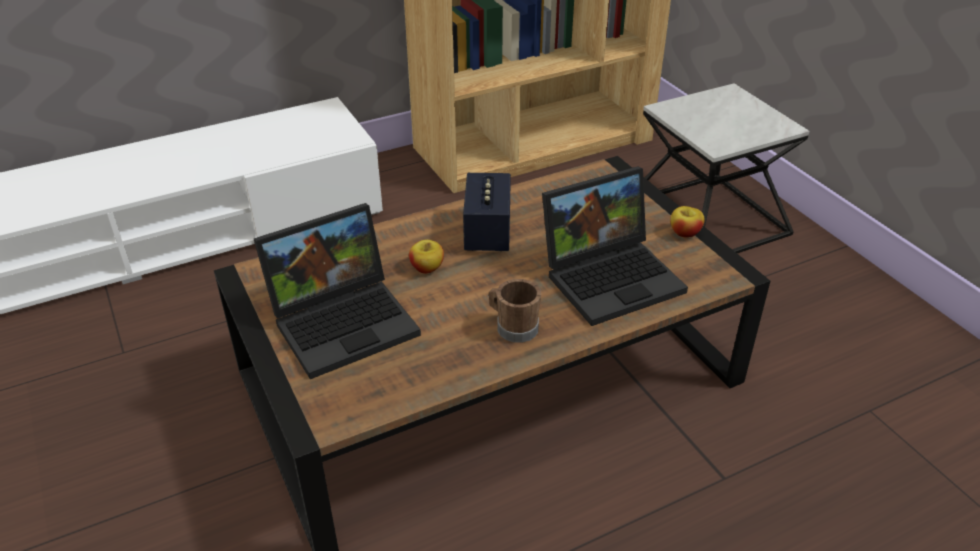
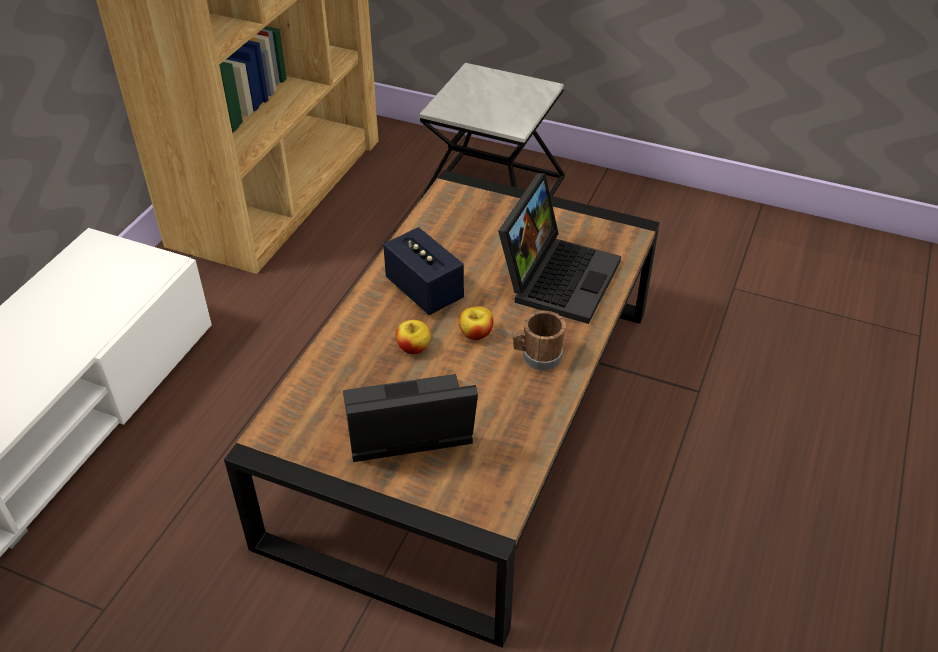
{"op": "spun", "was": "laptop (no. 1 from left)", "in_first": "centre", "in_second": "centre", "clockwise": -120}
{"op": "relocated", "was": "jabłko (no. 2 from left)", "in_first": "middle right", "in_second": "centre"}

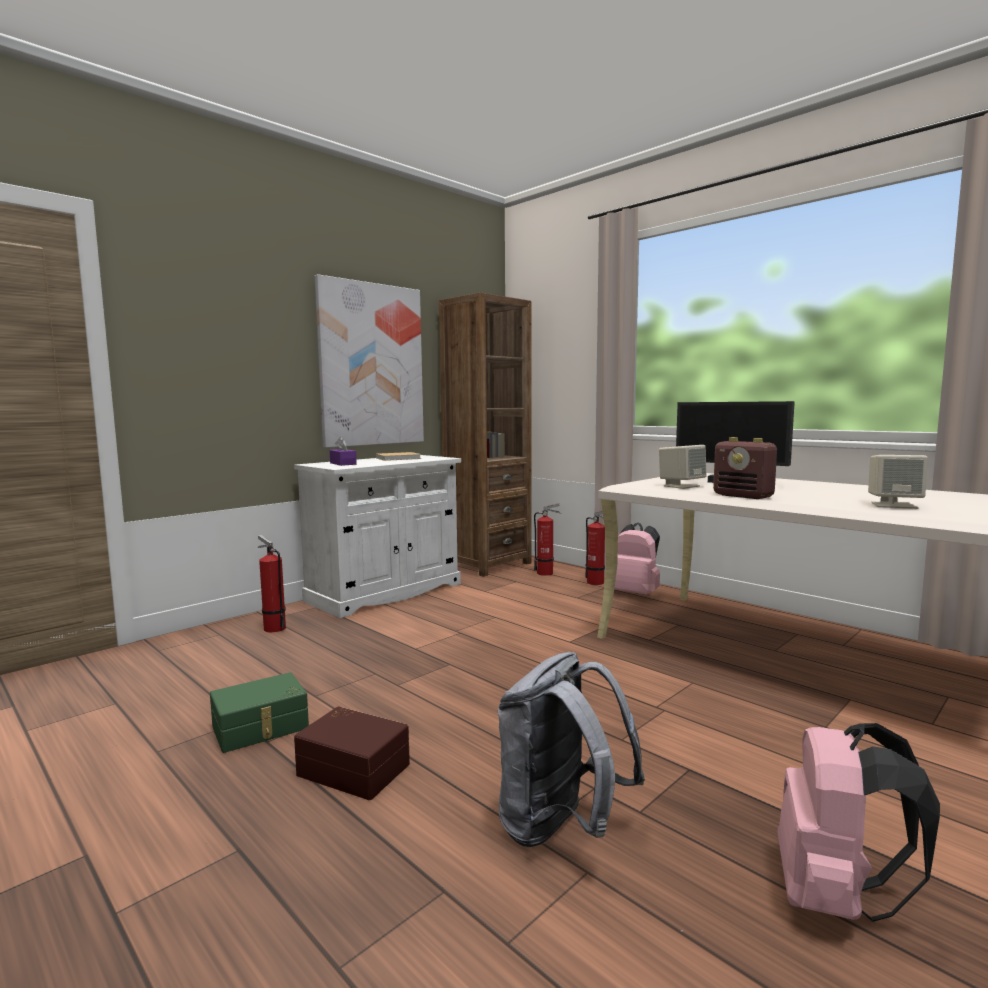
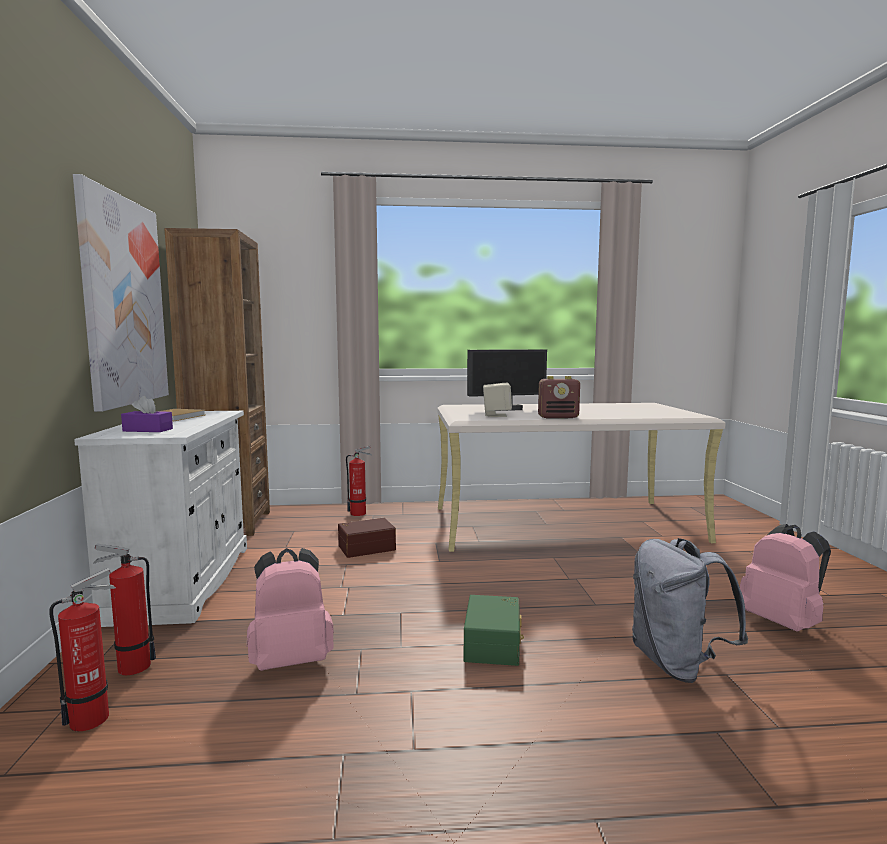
{"op": "relocated", "was": "pojemnik do przechowywania/zielony", "in_first": "bottom left", "in_second": "bottom centre"}
{"op": "relocated", "was": "pojemnik do przechowywania/brązowy", "in_first": "bottom centre", "in_second": "centre"}
{"op": "relocated", "was": "gaśnica (no. 2 from left in the first image)", "now": "gaśnica (no. 1 from left)", "in_first": "centre", "in_second": "bottom left"}
{"op": "relocated", "was": "plecak/różowy (no. 1 from left)", "in_first": "centre", "in_second": "bottom left"}
{"op": "missing", "was": "głośnik/beżowy (no. 2 from left)", "in_first": "middle right"}

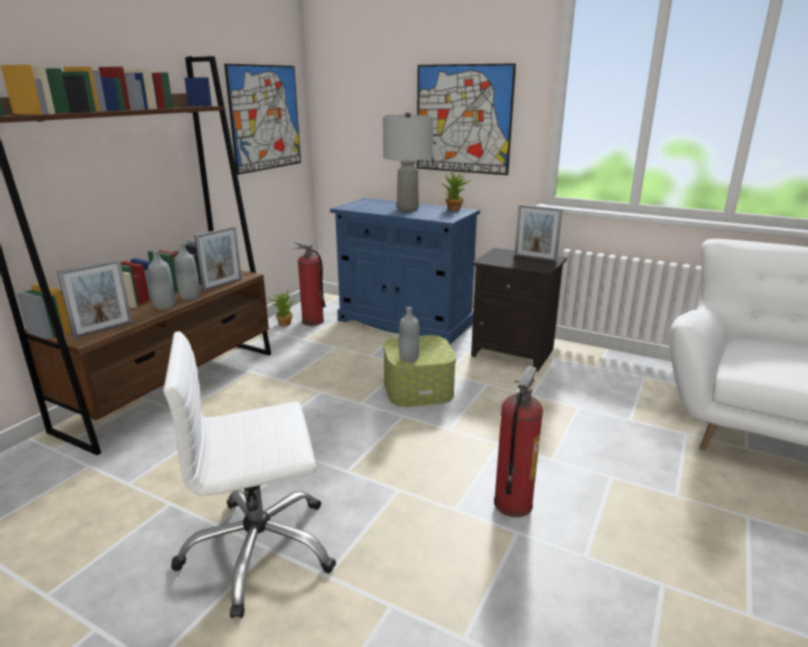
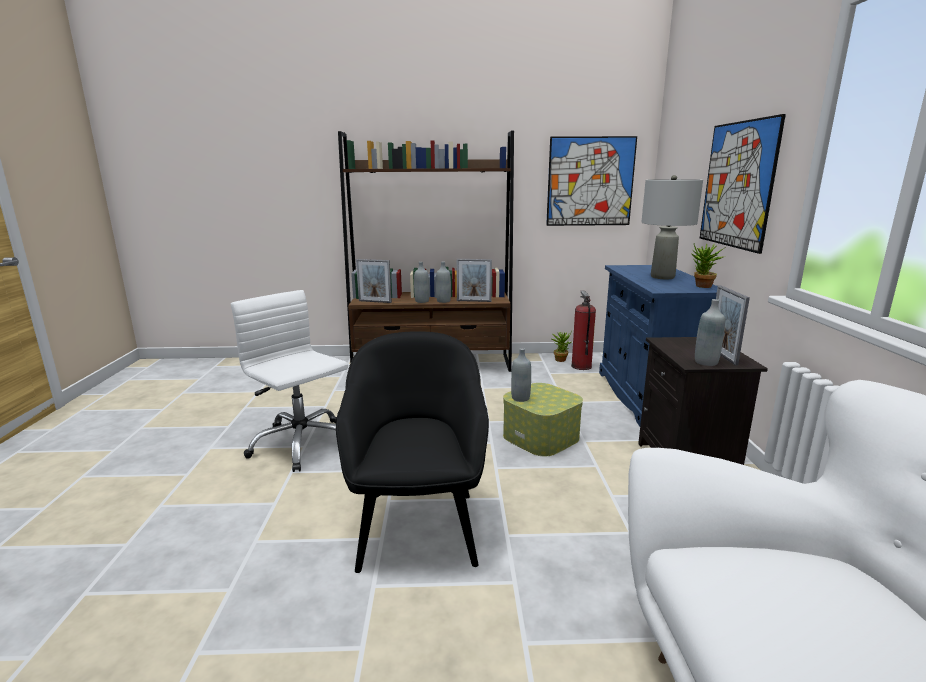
{"op": "exchanged", "was": "gaśnica (no. 2 from left)", "now": "fotel/czarny", "in_first": "bottom centre", "in_second": "centre"}
{"op": "appeared", "now": "butelka/szary (no. 4 from left)", "in_second": "middle right"}

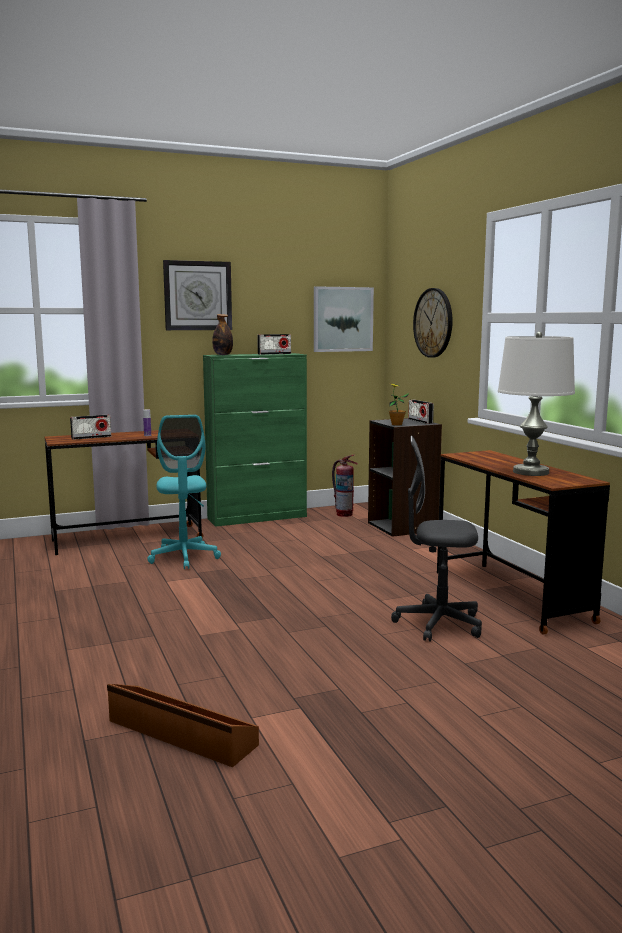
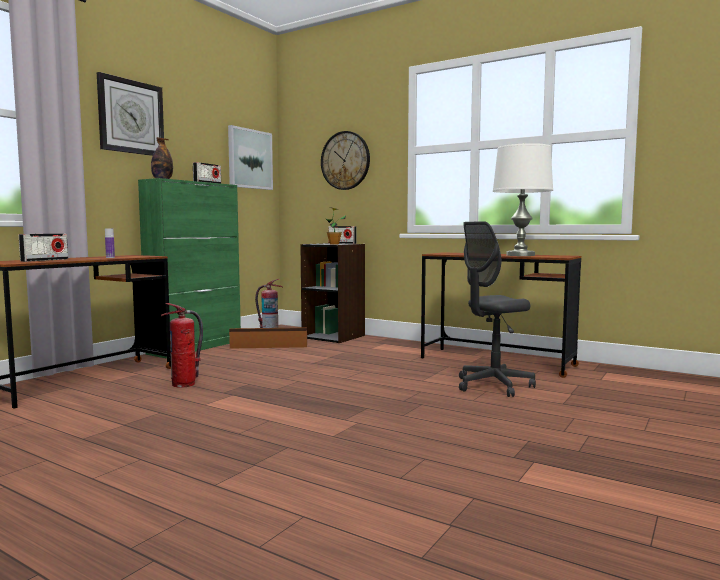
{"op": "relocated", "was": "pojemnik do przechowywania/brązowy", "in_first": "bottom left", "in_second": "centre"}
{"op": "exchanged", "was": "krzesło biurowe/turkusowy", "now": "gaśnica (no. 1 from left)", "in_first": "middle left", "in_second": "middle left"}

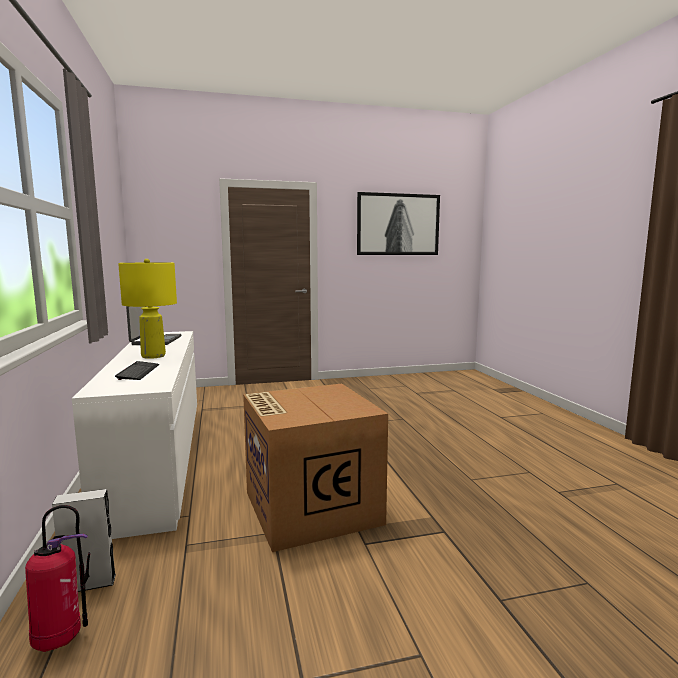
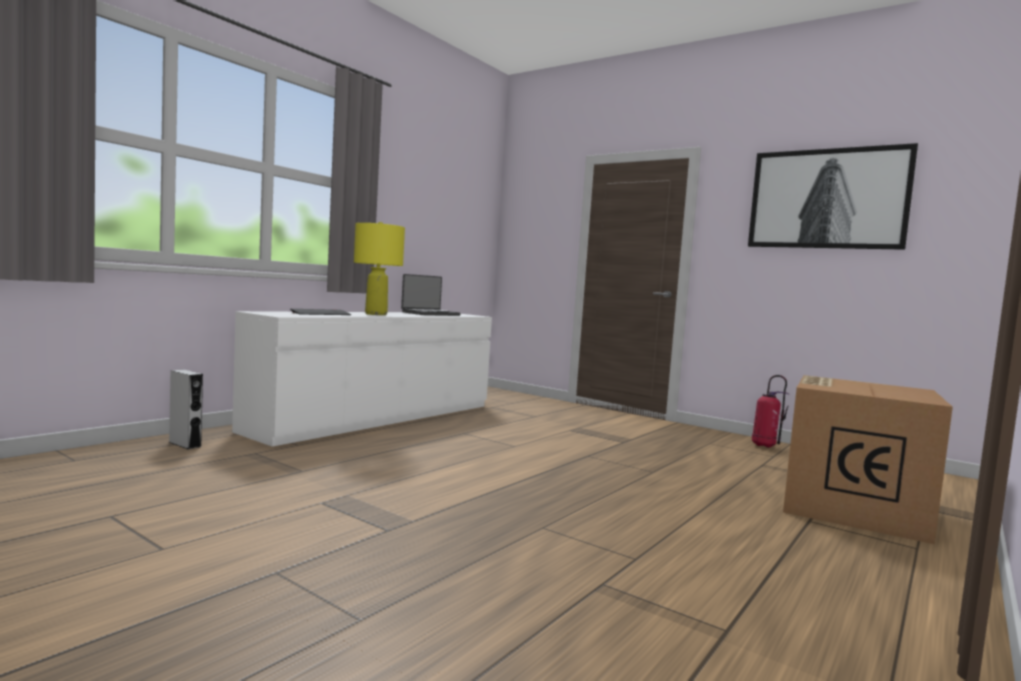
{"op": "relocated", "was": "gaśnica", "in_first": "bottom left", "in_second": "middle right"}
{"op": "relocated", "was": "karton", "in_first": "bottom centre", "in_second": "bottom right"}

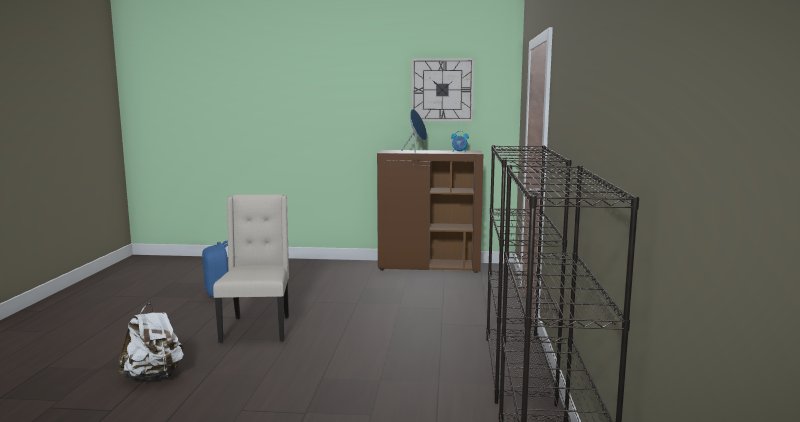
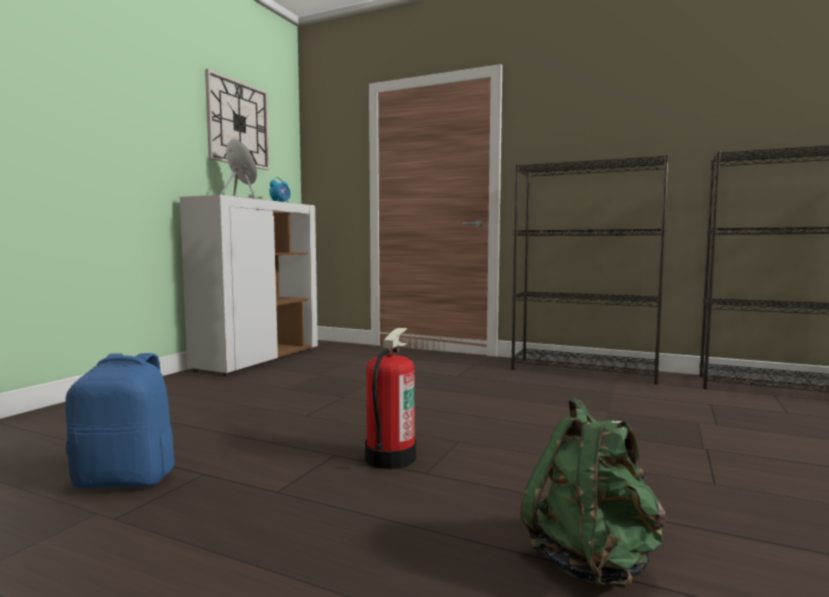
{"op": "colour", "was": "plecak/biały", "now": "plecak/zielony", "in_first": "bottom left", "in_second": "bottom right"}
{"op": "exchanged", "was": "krzesło/beżowy", "now": "gaśnica", "in_first": "middle left", "in_second": "bottom centre"}
{"op": "colour", "was": "szafka/brązowy", "now": "szafka/biały", "in_first": "centre", "in_second": "middle left"}

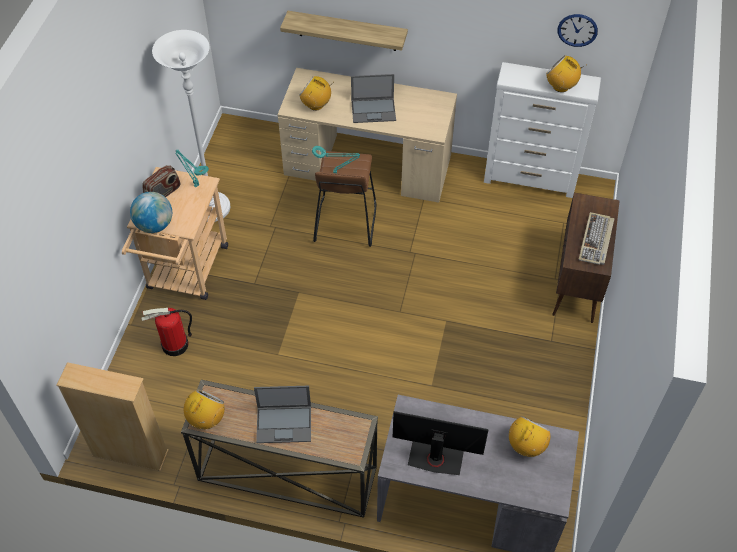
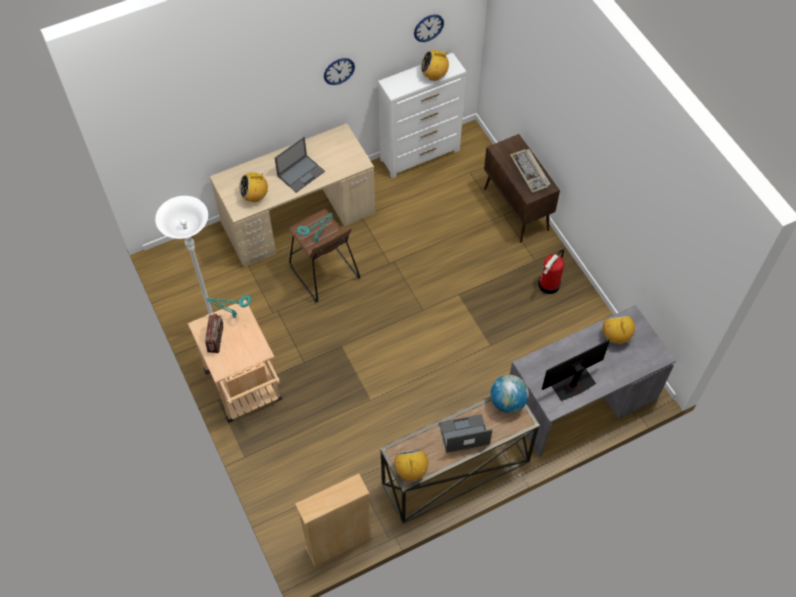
{"op": "relocated", "was": "globus", "in_first": "middle left", "in_second": "centre"}
{"op": "relocated", "was": "gaśnica", "in_first": "middle left", "in_second": "middle right"}
{"op": "spun", "was": "laptop (no. 1 from left in the first image)", "in_first": "bottom centre", "in_second": "bottom centre", "clockwise": -150}
{"op": "missing", "was": "półka", "in_first": "top centre"}
{"op": "appeared", "now": "zegar ścienny (no. 1 from left)", "in_second": "top centre"}

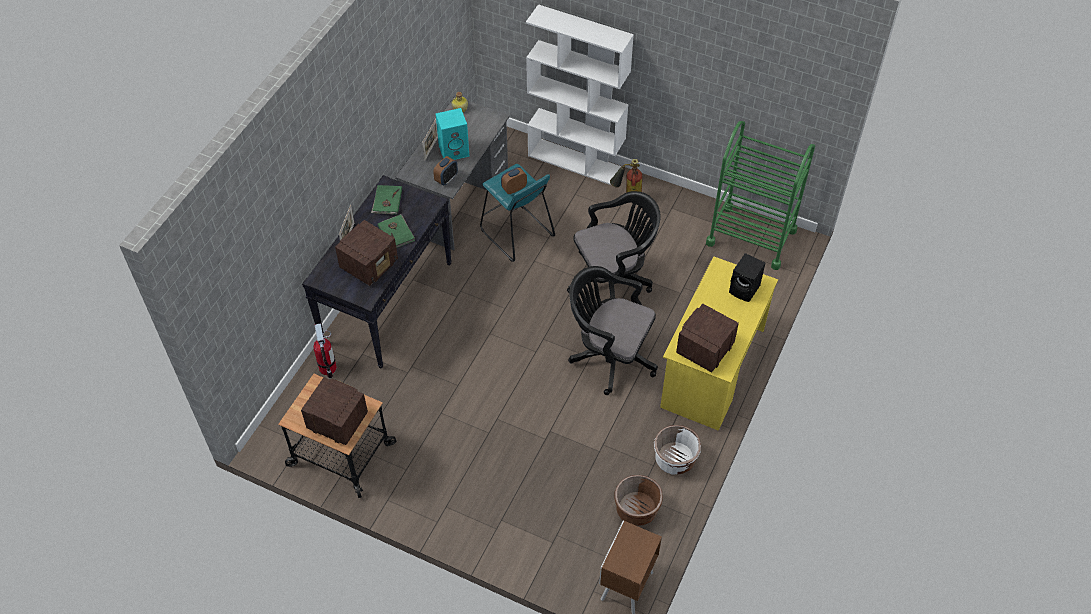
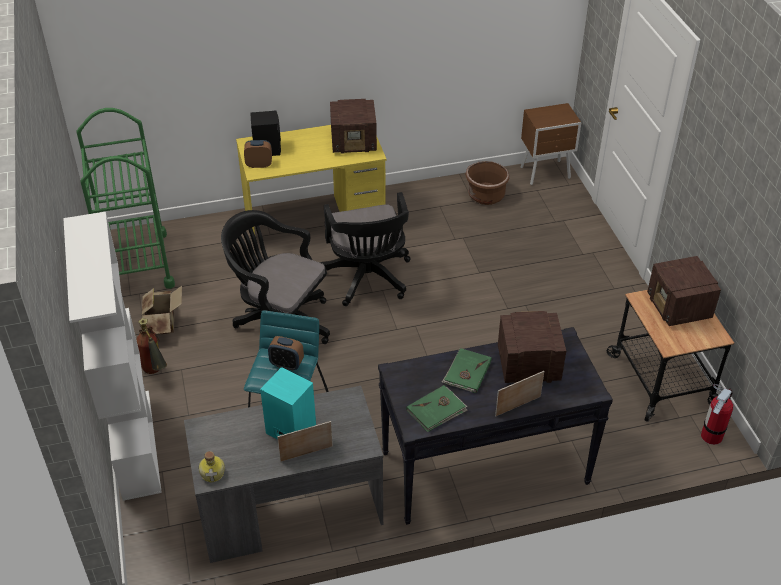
{"op": "relocated", "was": "gaśnica (no. 1 from left in the first image)", "now": "gaśnica (no. 2 from left)", "in_first": "middle left", "in_second": "bottom right"}
{"op": "relocated", "was": "budzik (no. 1 from left)", "in_first": "top centre", "in_second": "top left"}
{"op": "missing", "was": "donica/biały", "in_first": "bottom centre"}
{"op": "appeared", "now": "karton", "in_second": "middle left"}

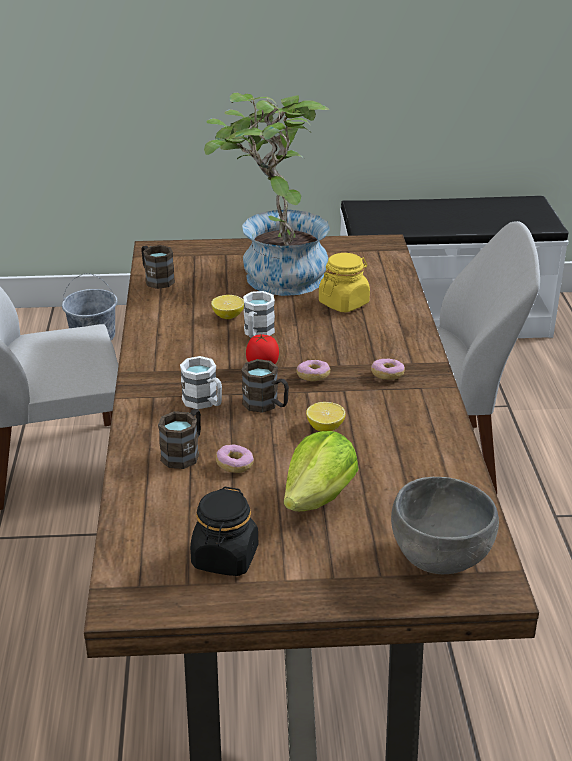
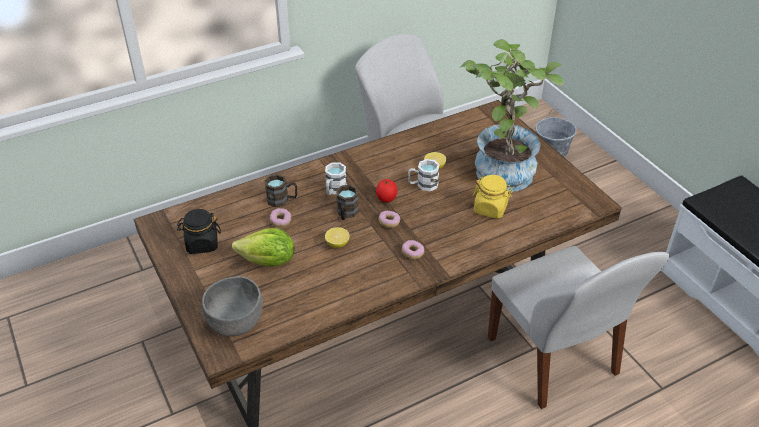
{"op": "missing", "was": "kubek/brązowy (no. 1 from left)", "in_first": "middle left"}

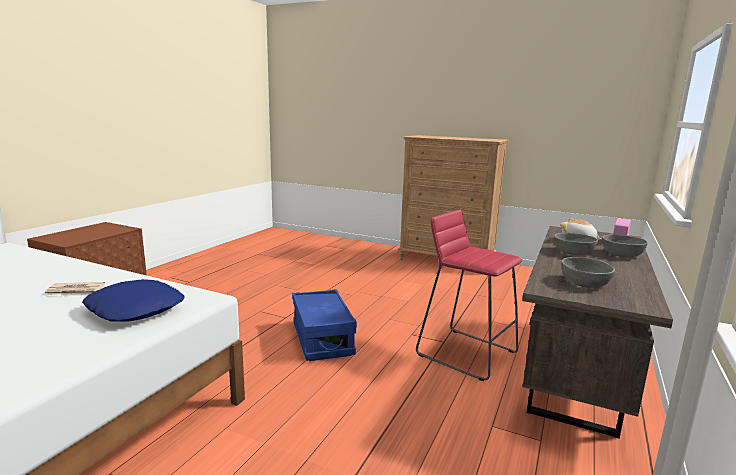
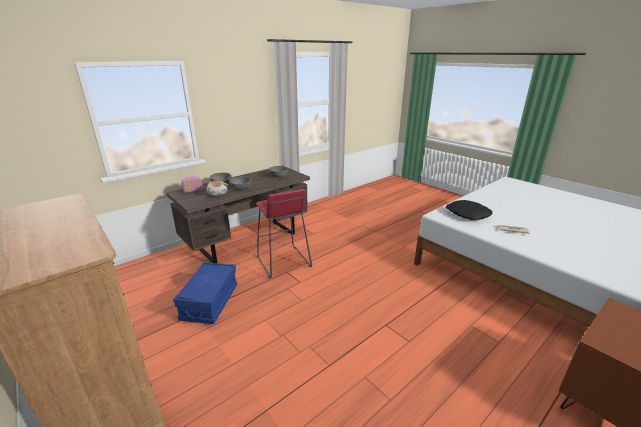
{"op": "colour", "was": "poduszka/niebieski", "now": "poduszka/czarny", "in_first": "middle left", "in_second": "middle right"}
{"op": "relocated", "was": "pojemnik do przechowywania/niebieski", "in_first": "bottom centre", "in_second": "bottom left"}

